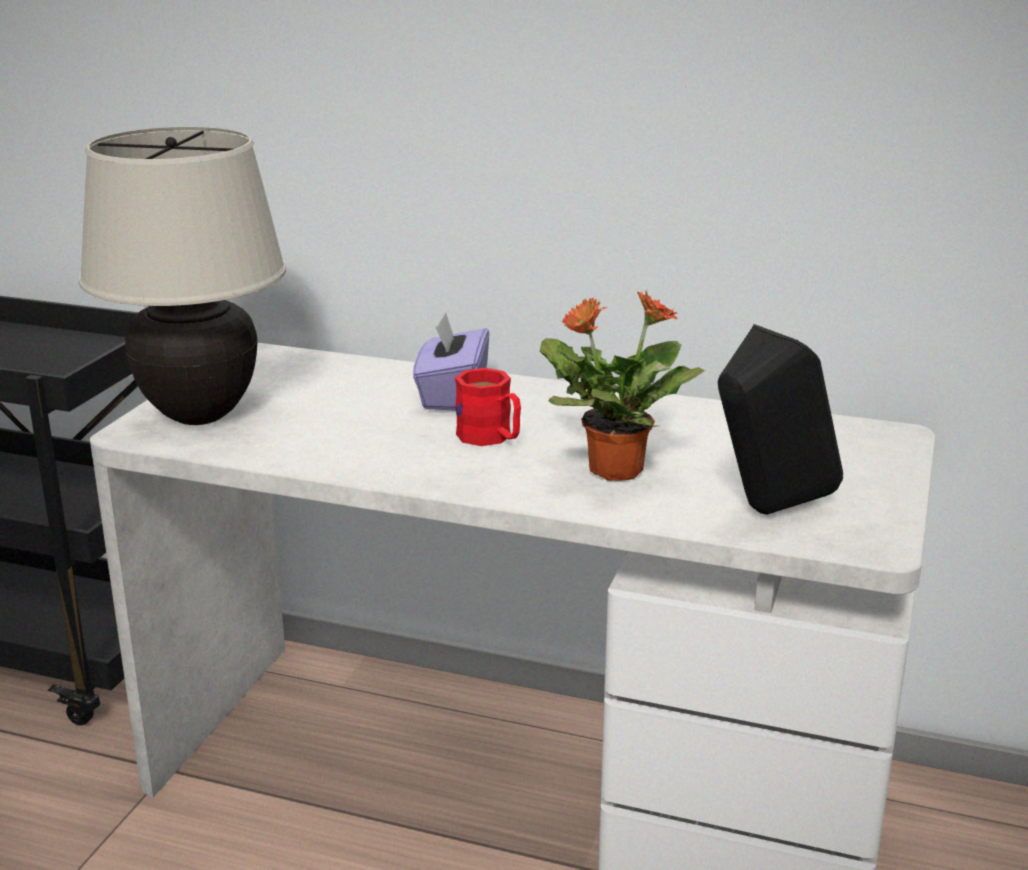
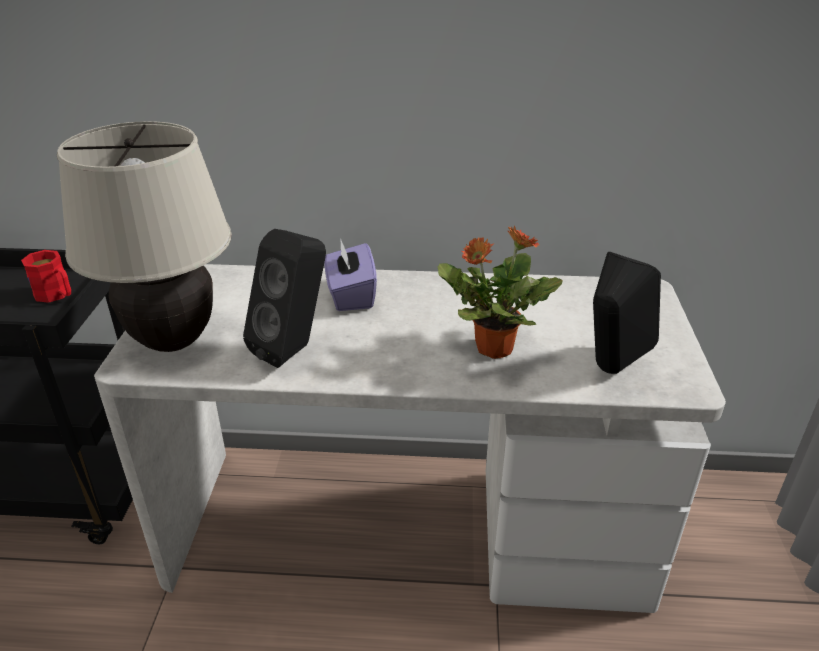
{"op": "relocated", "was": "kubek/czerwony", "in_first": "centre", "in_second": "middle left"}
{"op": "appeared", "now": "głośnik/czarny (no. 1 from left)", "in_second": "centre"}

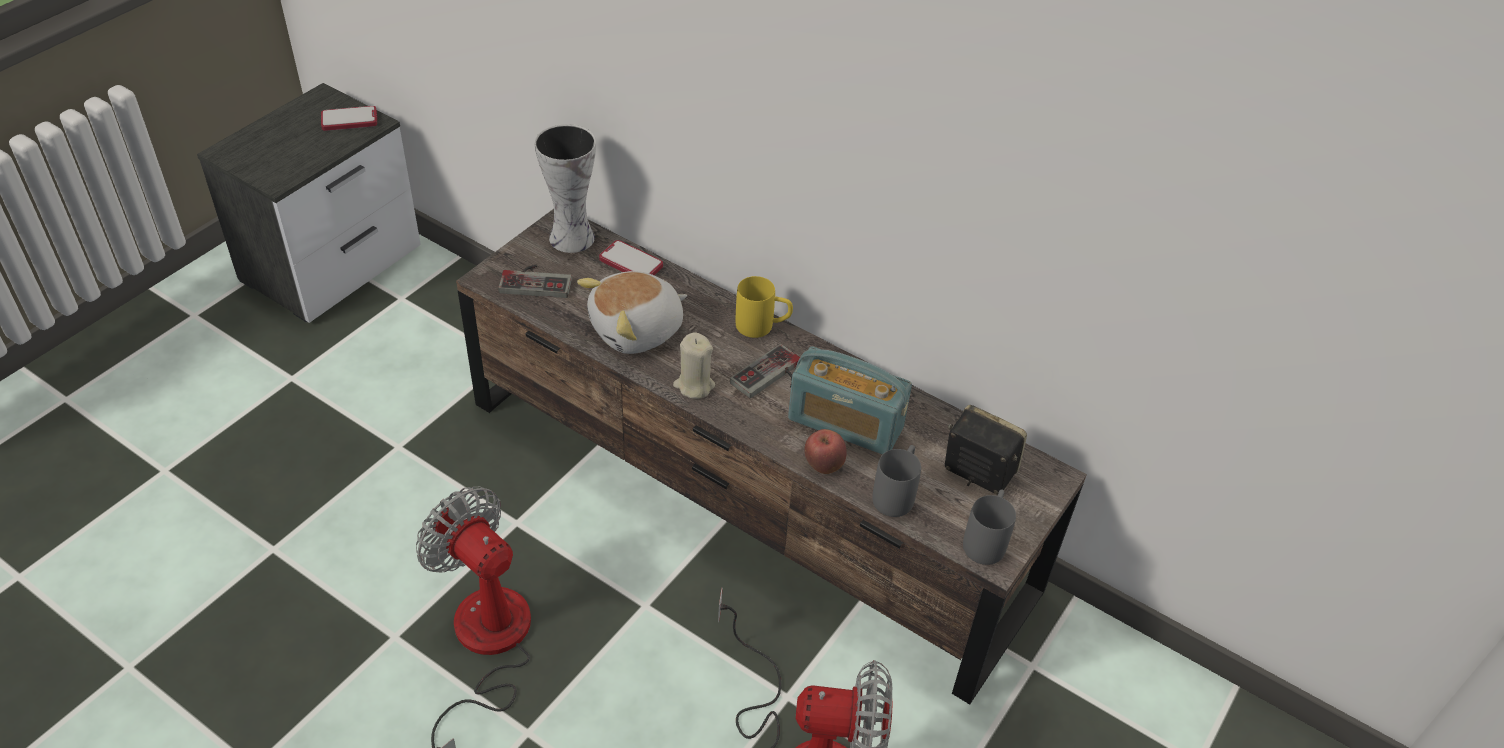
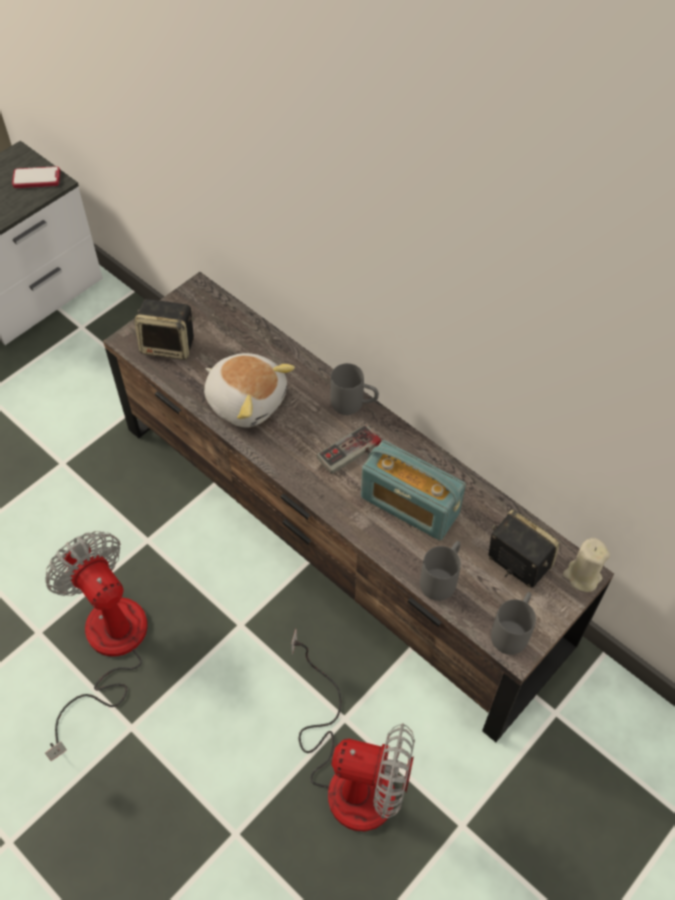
{"op": "exchanged", "was": "pad do gier (no. 1 from left)", "now": "głośnik (no. 1 from left)", "in_first": "centre", "in_second": "middle left"}
{"op": "missing", "was": "wazon", "in_first": "top centre"}
{"op": "spun", "was": "pluszak", "in_first": "centre", "in_second": "centre", "clockwise": -120}
{"op": "missing", "was": "telefon (no. 2 from left)", "in_first": "centre"}
{"op": "relocated", "was": "świeca/beżowy", "in_first": "centre", "in_second": "middle right"}
{"op": "colour", "was": "kubek/żółty", "now": "kubek/szary (no. 1 from left)", "in_first": "centre", "in_second": "centre"}
{"op": "missing", "was": "jabłko", "in_first": "centre"}

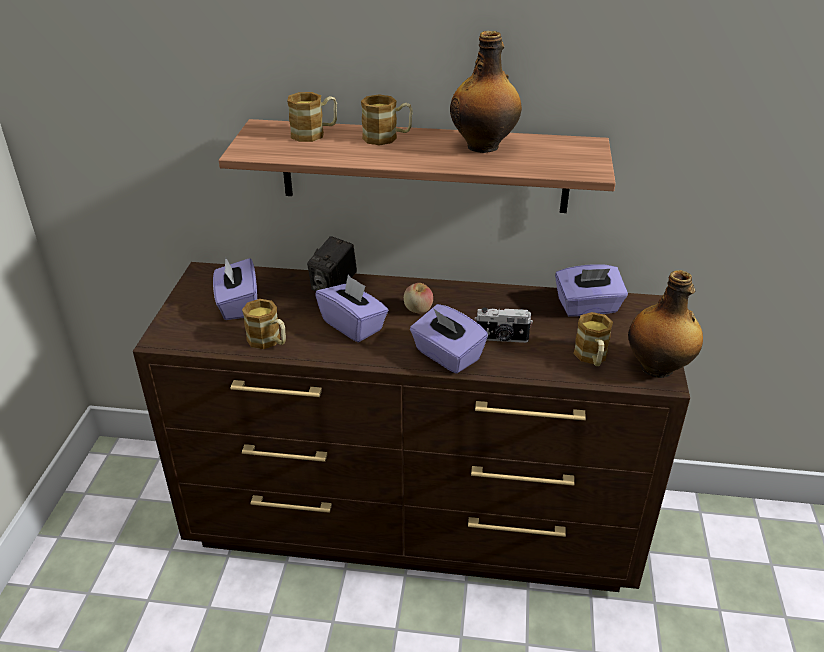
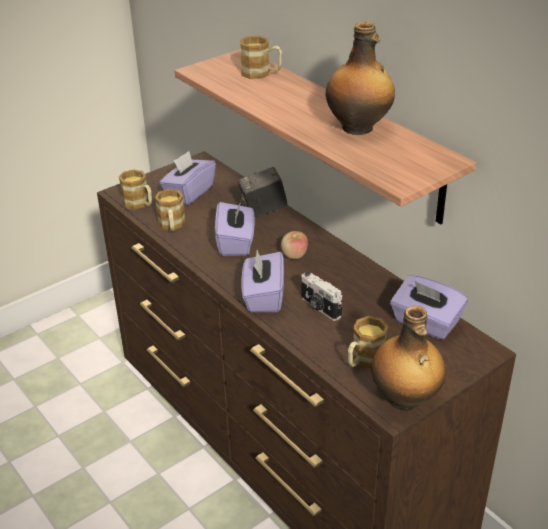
{"op": "relocated", "was": "kubek (no. 3 from left in the first image)", "now": "kubek (no. 1 from left)", "in_first": "top centre", "in_second": "middle left"}

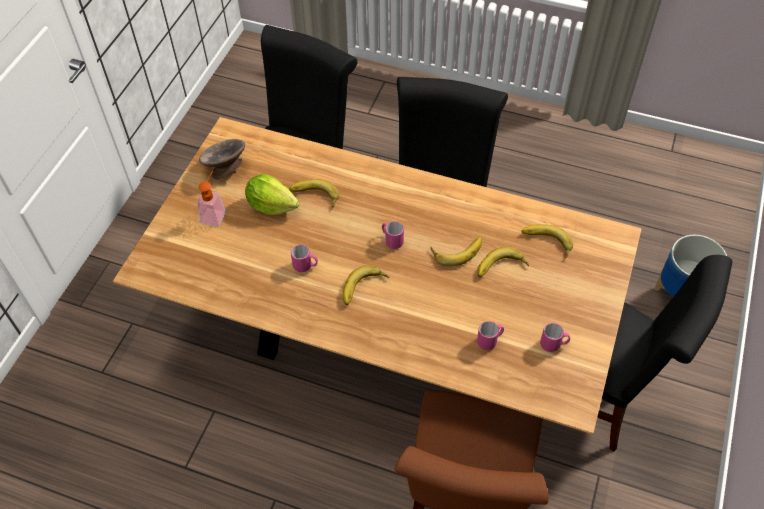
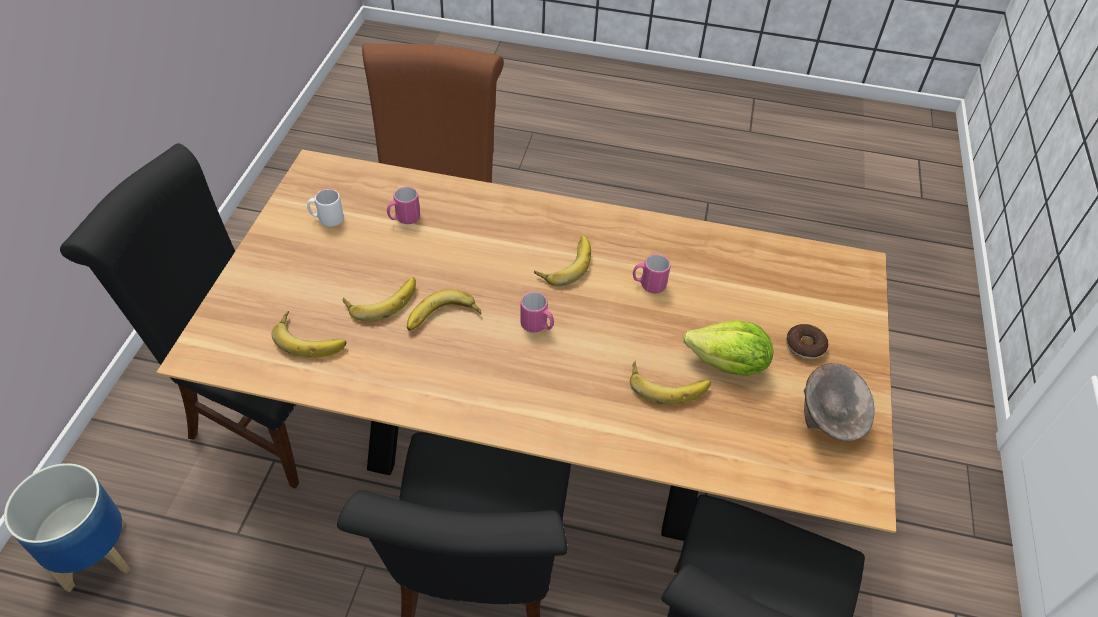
{"op": "exchanged", "was": "dozownik mydła", "now": "donut", "in_first": "middle left", "in_second": "middle right"}
{"op": "colour", "was": "kubek/różowy (no. 4 from left)", "now": "kubek/biały", "in_first": "middle right", "in_second": "middle left"}

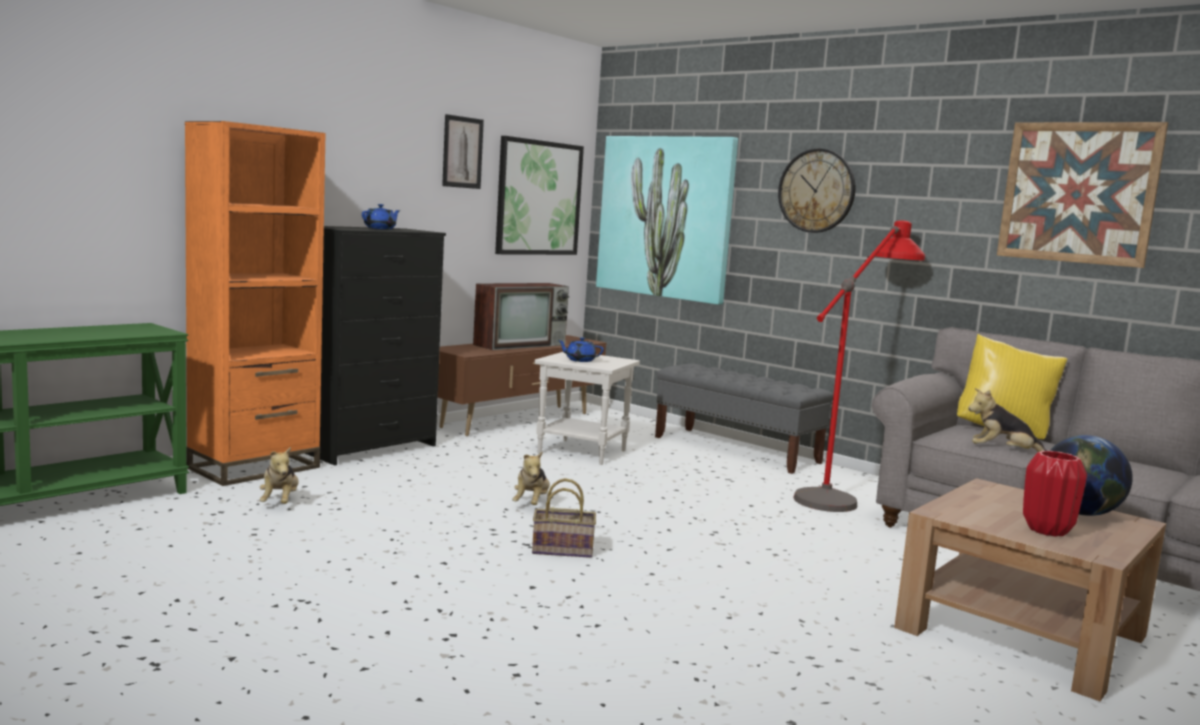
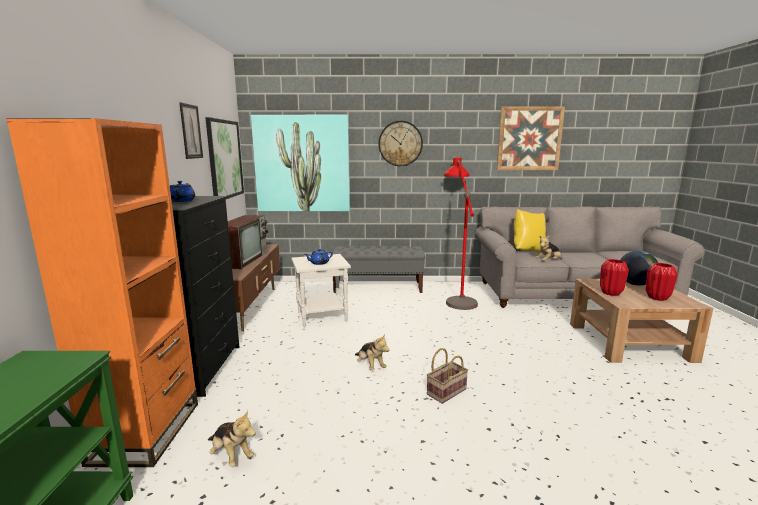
{"op": "appeared", "now": "wazon/czerwony (no. 1 from left)", "in_second": "middle right"}

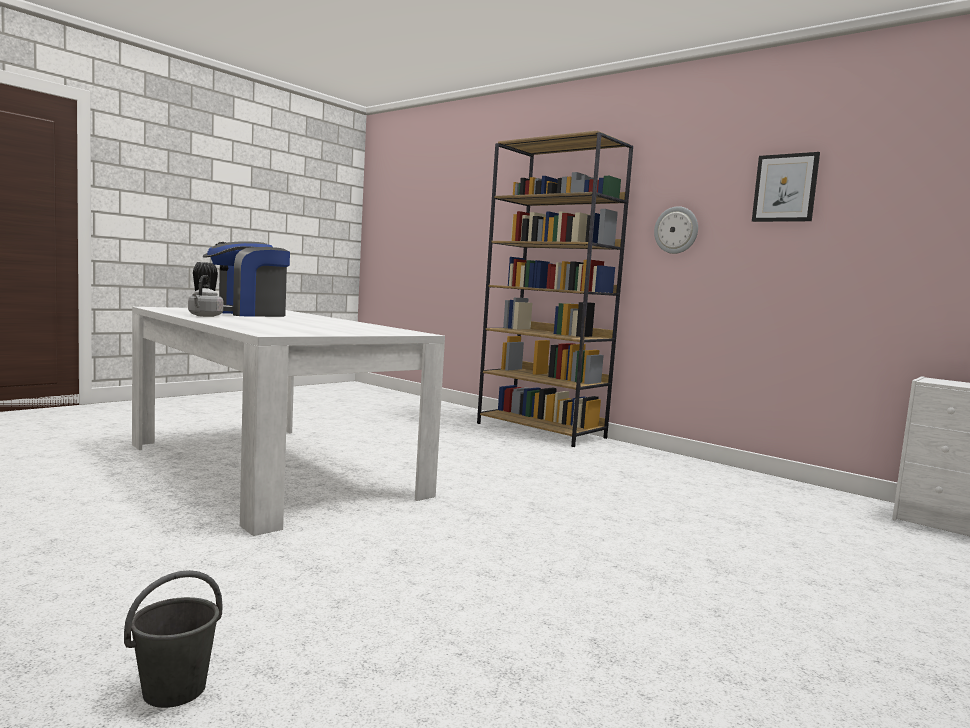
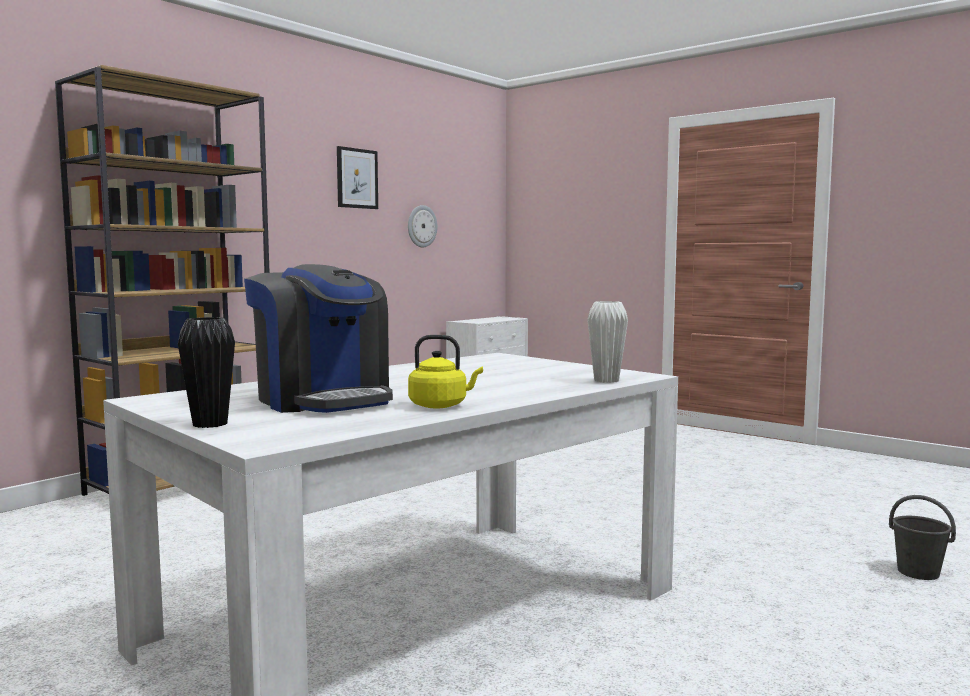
{"op": "colour", "was": "czajnik/szary", "now": "czajnik/żółty", "in_first": "middle left", "in_second": "centre"}
{"op": "relocated", "was": "zegar ścienny", "in_first": "top right", "in_second": "top centre"}
{"op": "appeared", "now": "wazon/biały", "in_second": "centre"}

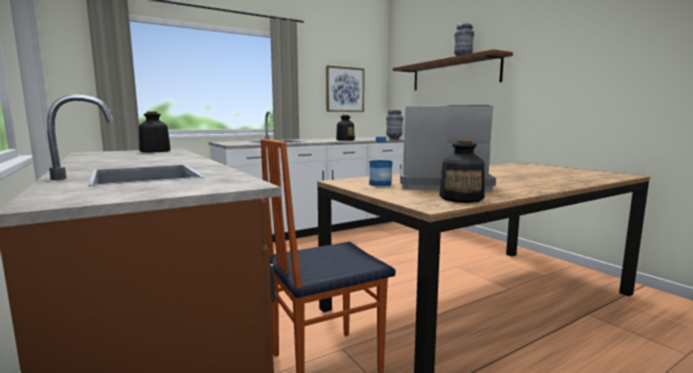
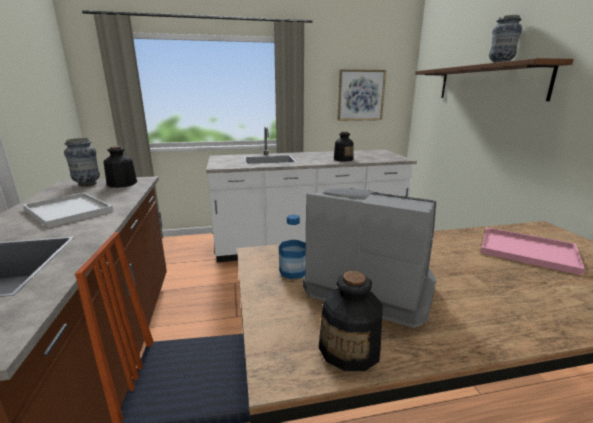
{"op": "relocated", "was": "wazon (no. 1 from left)", "in_first": "centre", "in_second": "middle left"}
{"op": "appeared", "now": "taca/biały", "in_second": "middle left"}
{"op": "appeared", "now": "taca/różowy", "in_second": "middle right"}

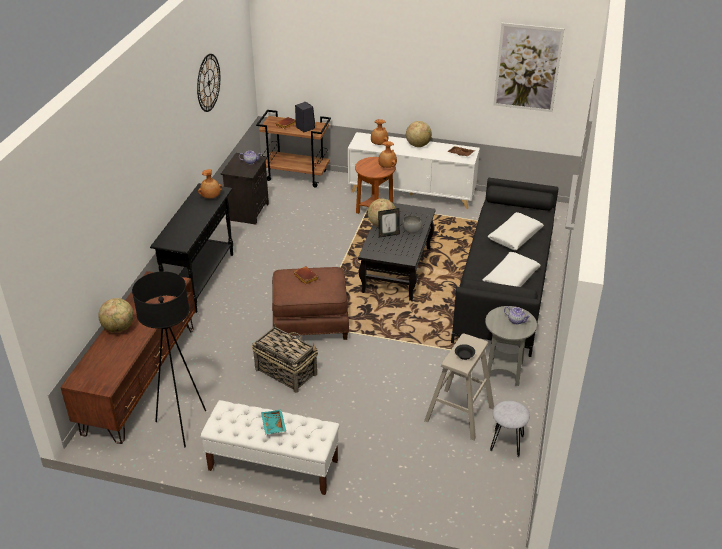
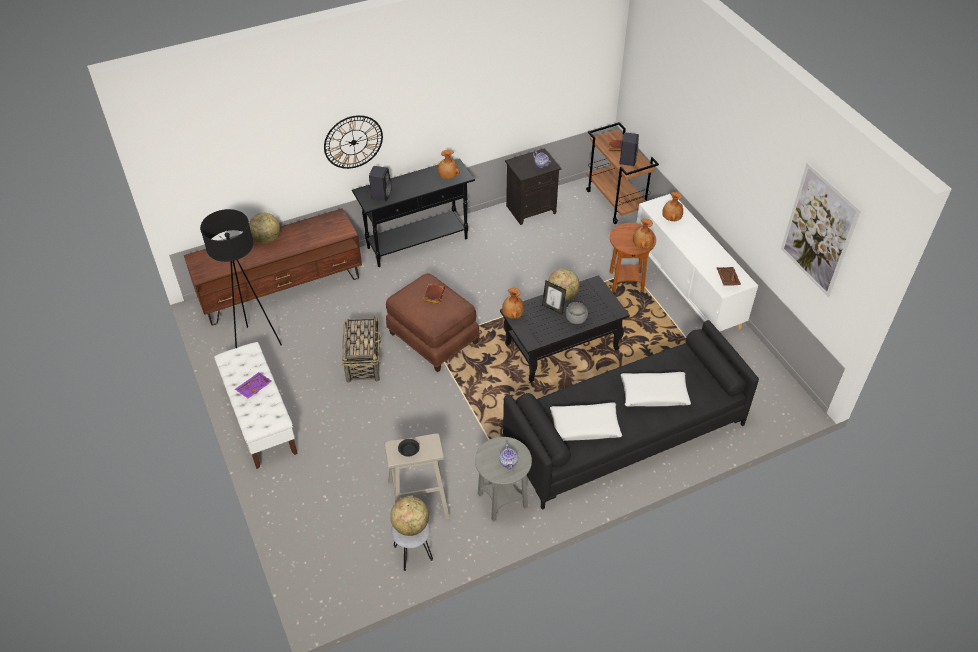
{"op": "relocated", "was": "zegar ścienny", "in_first": "top left", "in_second": "top centre"}
{"op": "colour", "was": "taca/turkusowy", "now": "taca/fioletowy", "in_first": "bottom centre", "in_second": "middle left"}
{"op": "relocated", "was": "globus (no. 3 from left in the first image)", "now": "globus (no. 2 from left)", "in_first": "top centre", "in_second": "bottom centre"}
{"op": "appeared", "now": "głośnik/czarny (no. 1 from left)", "in_second": "top centre"}
{"op": "appeared", "now": "wazon/brązowy (no. 2 from left)", "in_second": "centre"}

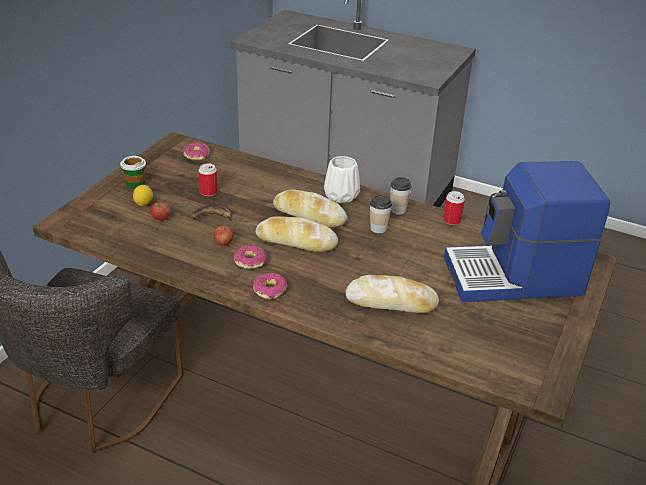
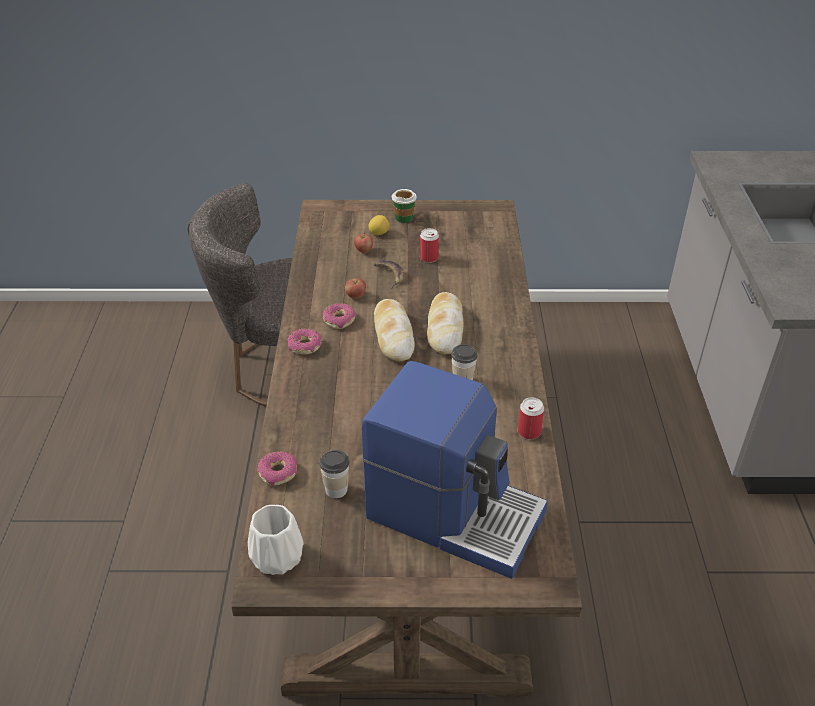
{"op": "relocated", "was": "donut (no. 1 from left)", "in_first": "top left", "in_second": "centre"}
{"op": "relocated", "was": "wazon/biały", "in_first": "centre", "in_second": "bottom centre"}
{"op": "missing", "was": "chleb (no. 3 from left)", "in_first": "centre"}
{"op": "relocated", "was": "filiżanka (no. 3 from left in the first image)", "now": "filiżanka (no. 1 from left)", "in_first": "centre", "in_second": "bottom centre"}
{"op": "spun", "was": "ekspres do kawy", "in_first": "middle right", "in_second": "centre", "clockwise": 150}

